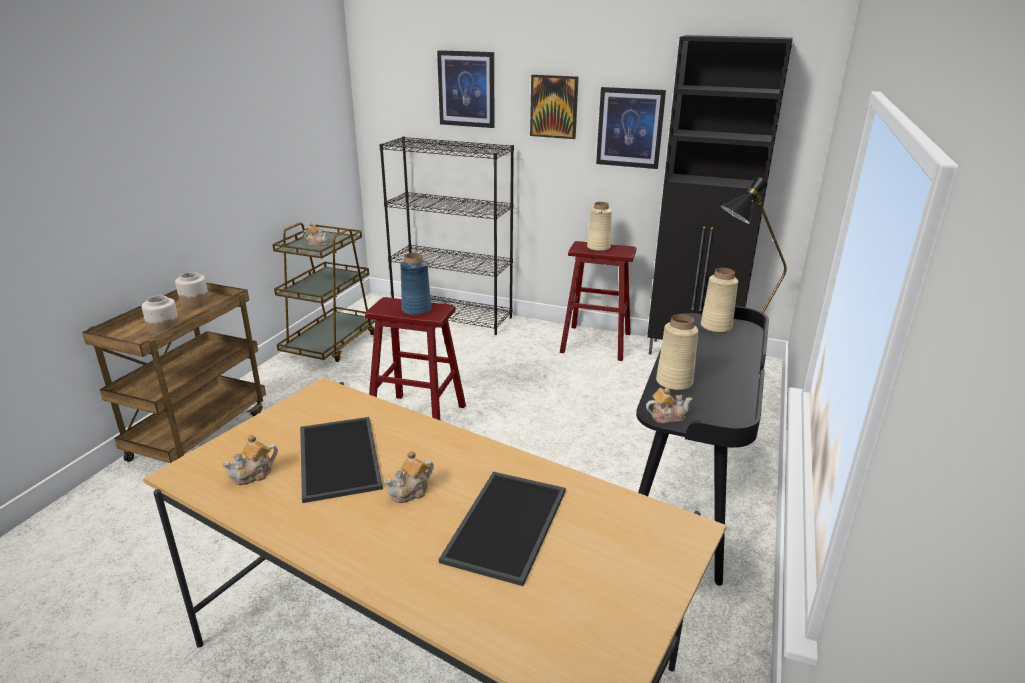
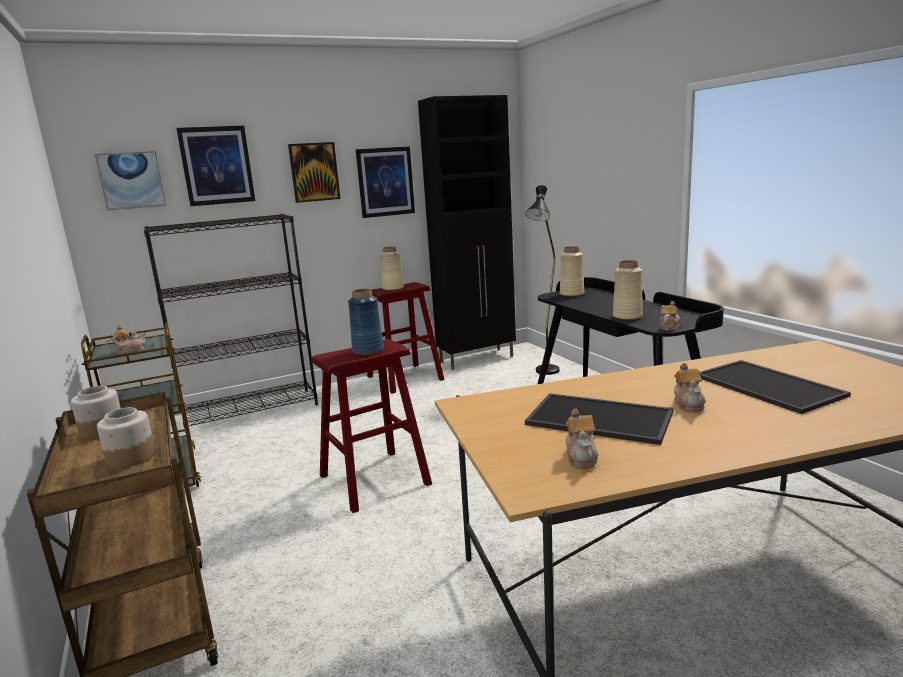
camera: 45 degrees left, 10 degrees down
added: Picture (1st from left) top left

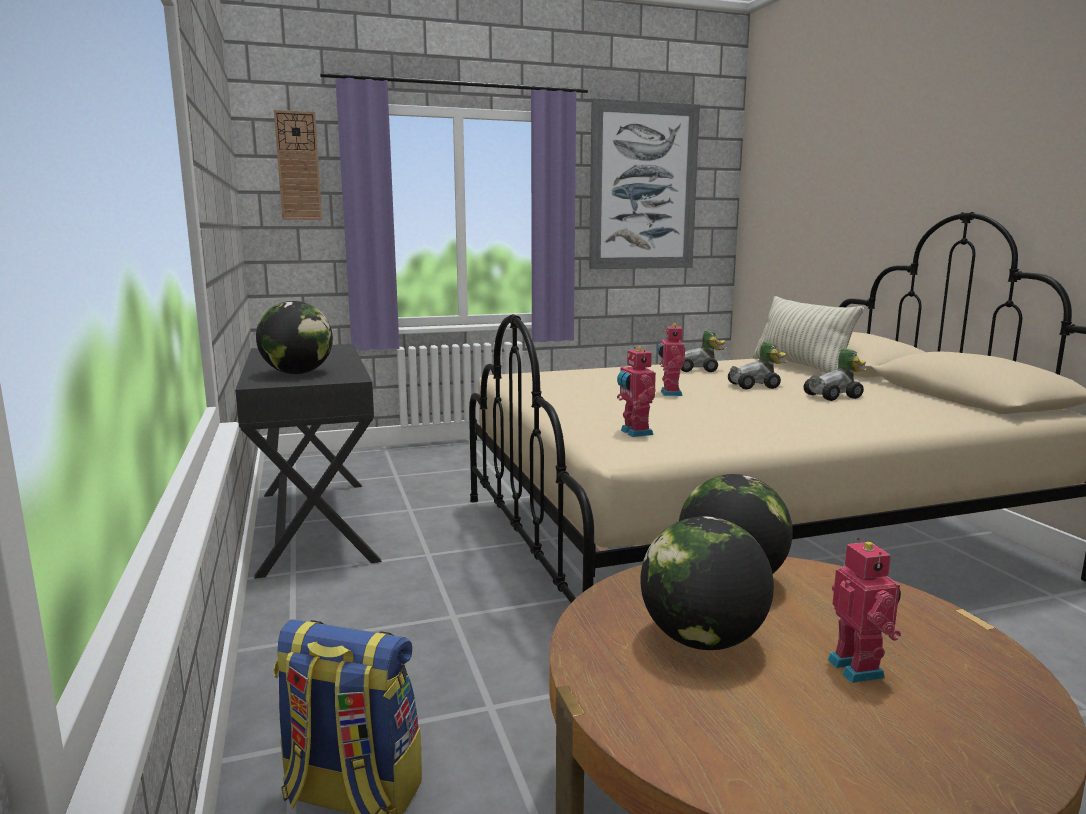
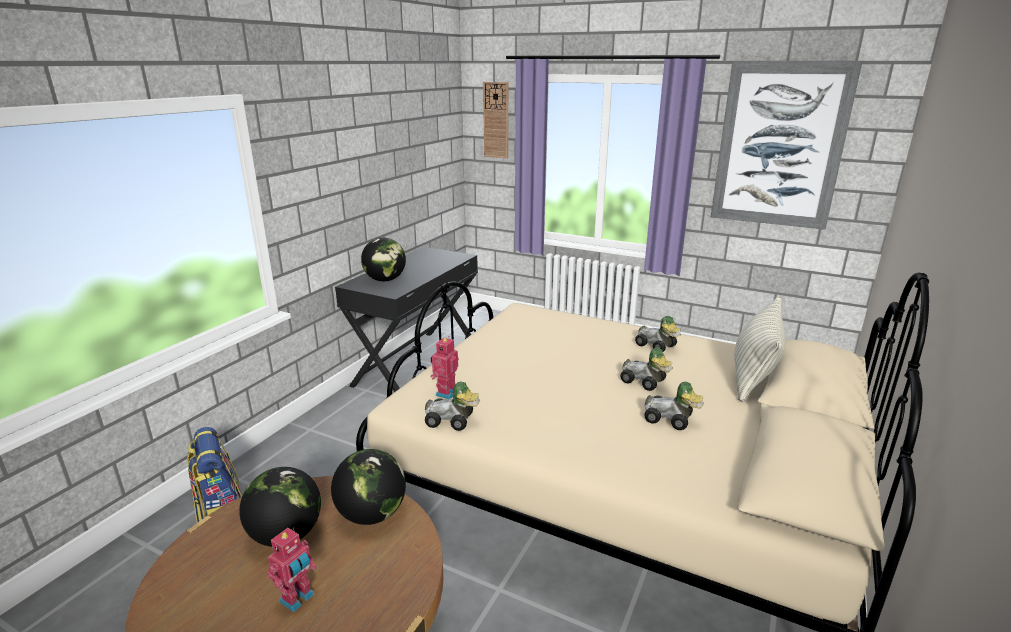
camera: 45 degrees right, 10 degrees up
removed: ToyRobot (2nd from left) centre
added: ToyCar (1st from left) centre

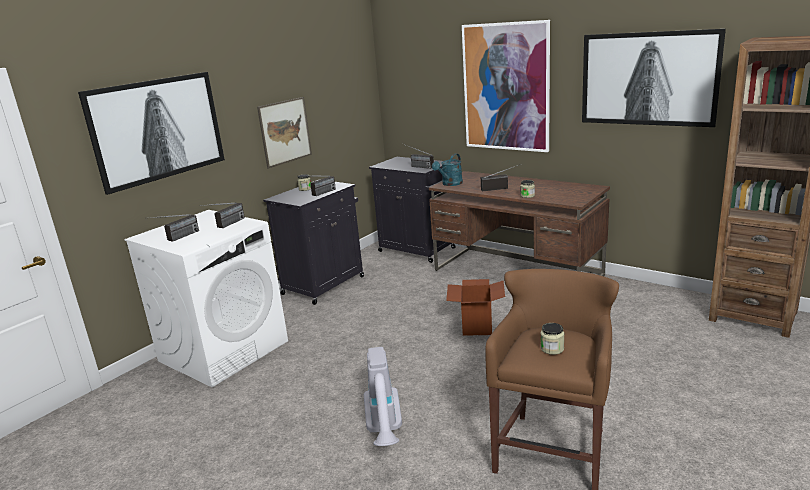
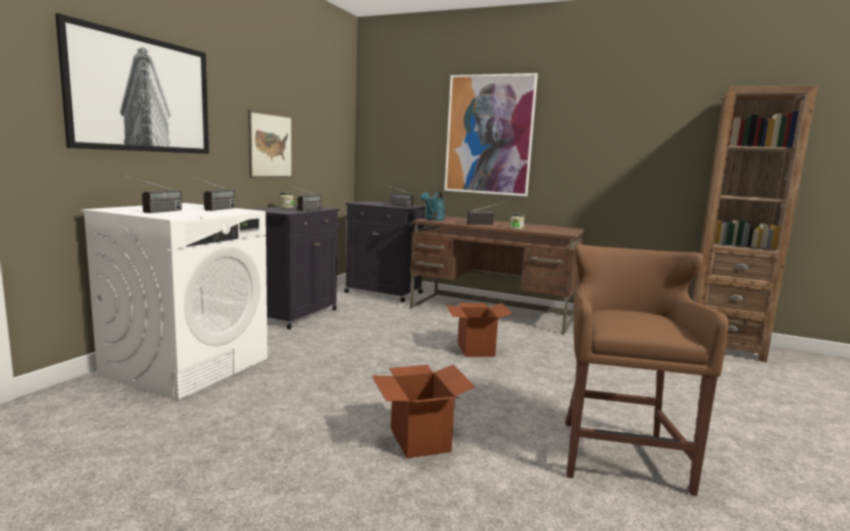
camera: 15 degrees left, 10 degrees down
removed: Jar (3rd from left) bottom right; Picture (4th from left) top right
replaced: VacuumCleaner bottom centre to CardboardBox (1st from left) bottom centre

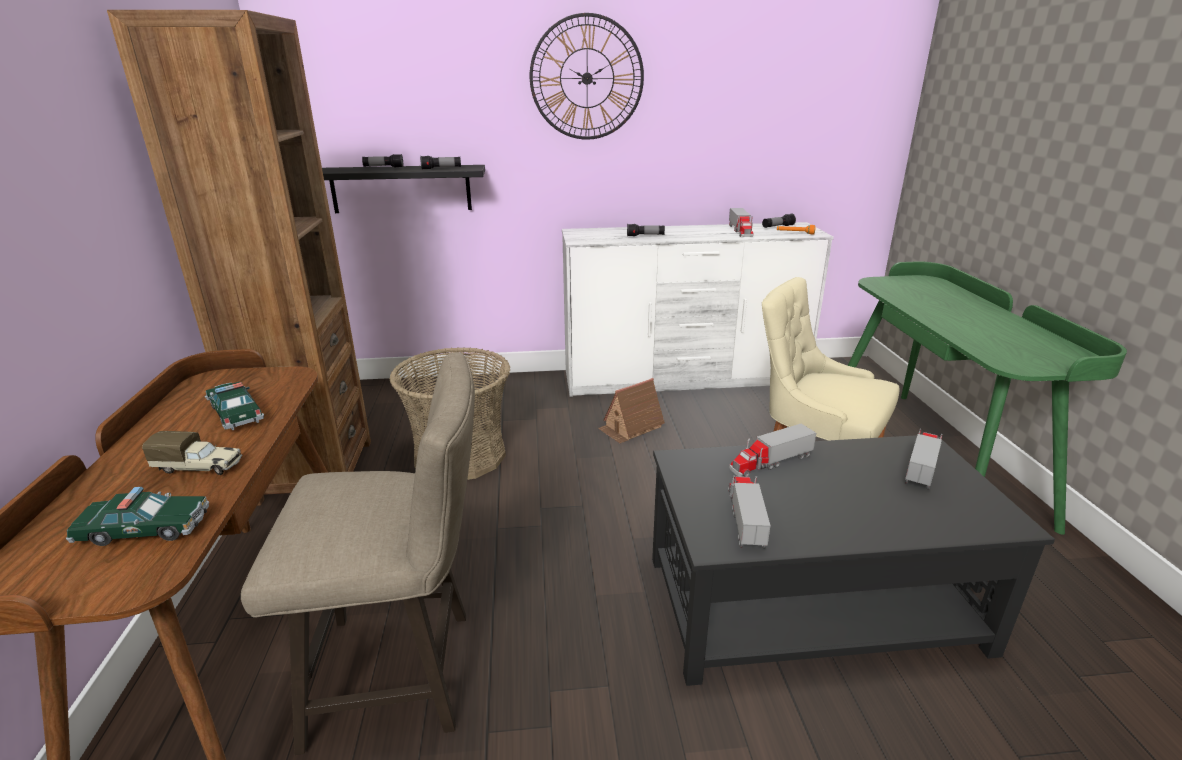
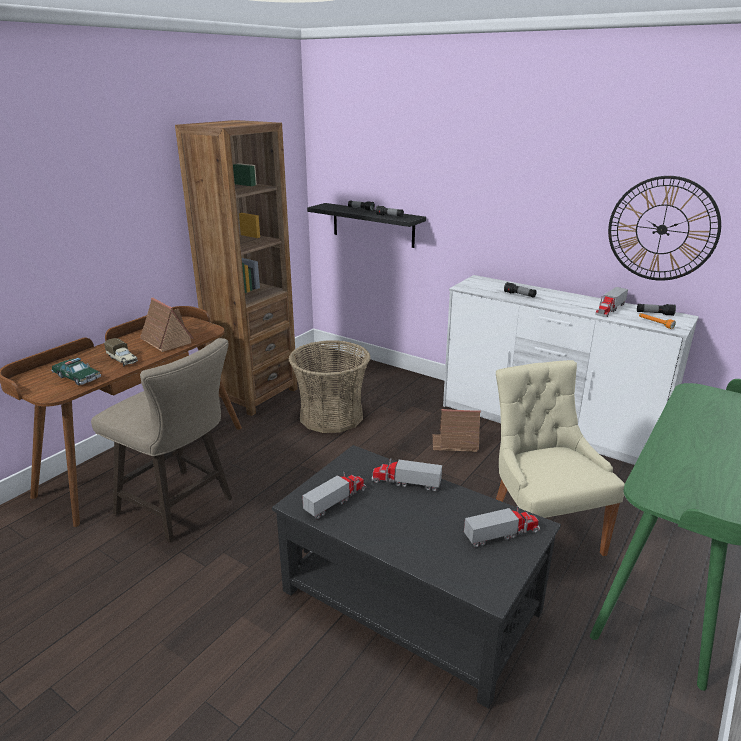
camera: 40 degrees right, 0 degrees up
moved: WallClock top centre to top right
replaced: ToyCar (2nd from left) middle left to ToyHouse (1st from left) middle left

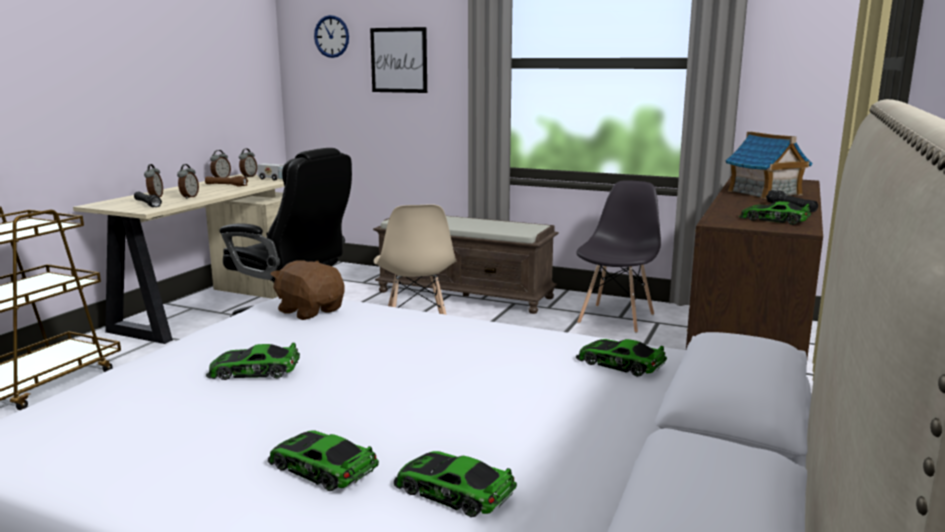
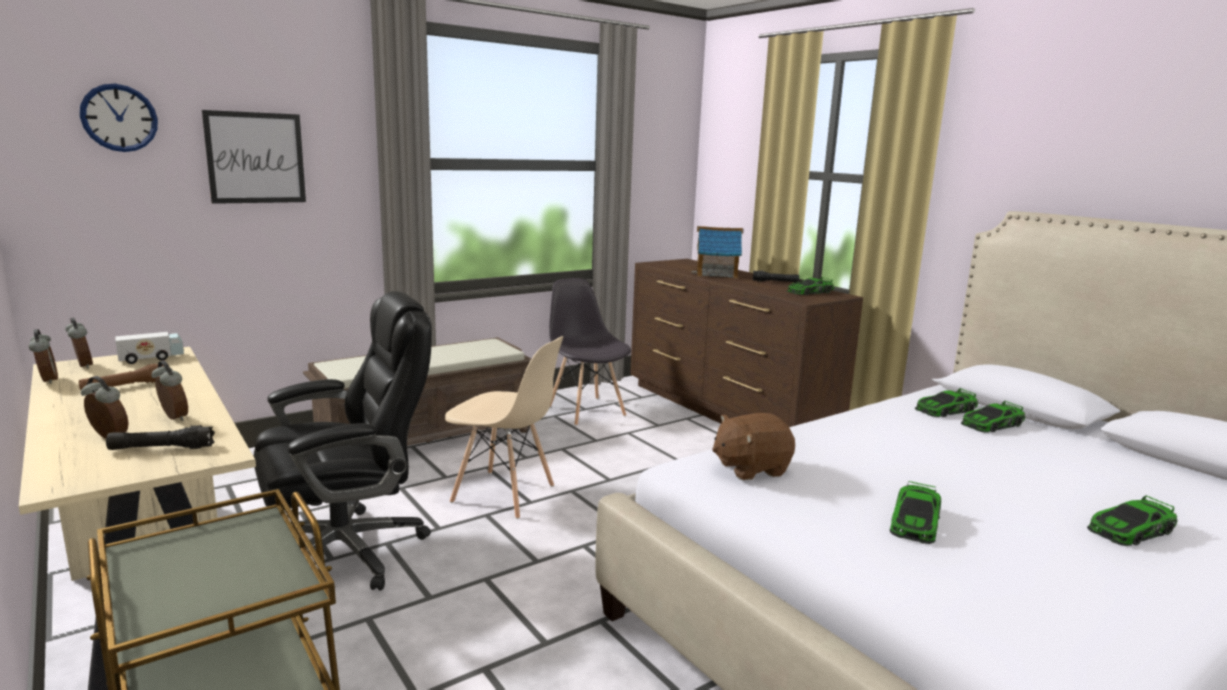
camera: 60 degrees left, 0 degrees up
moved: ToyCar (3rd from left in the first image) bottom centre to ToyCar (4th from left) middle right

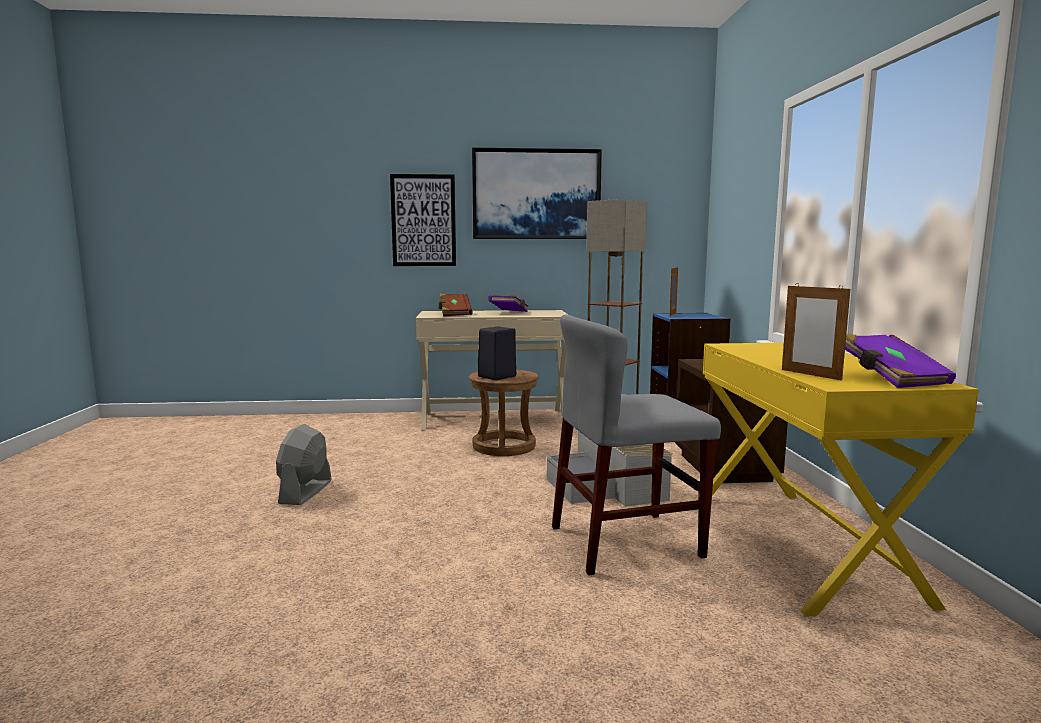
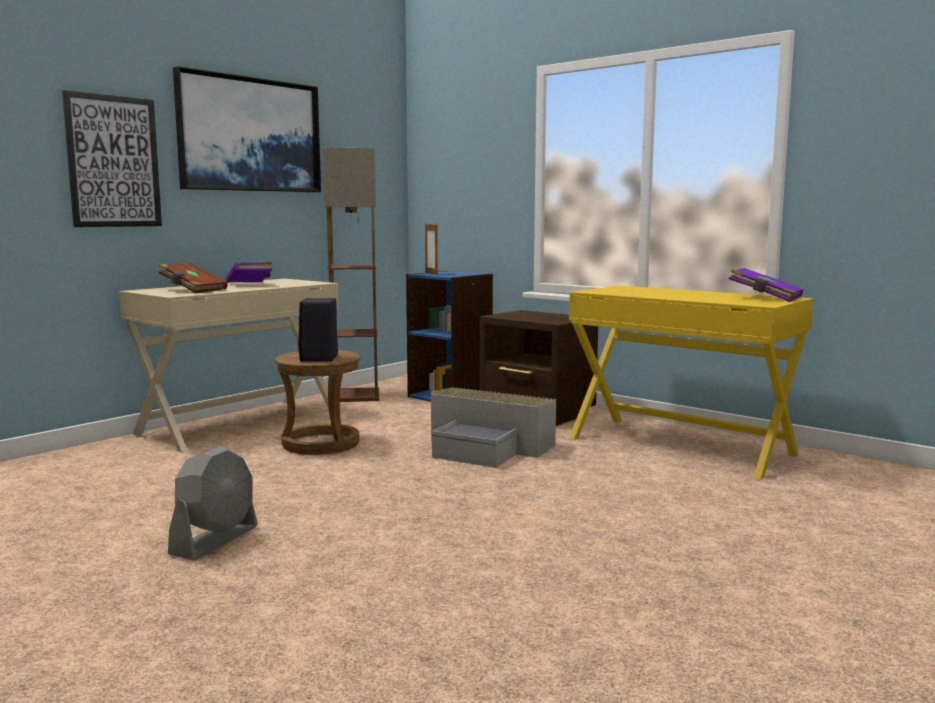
camera: 45 degrees left, 0 degrees up
removed: GreyChair centre; PictureFrame (2nd from left) middle right
turned: GreyFan middle left = bottom left 120 degrees counterclockwise

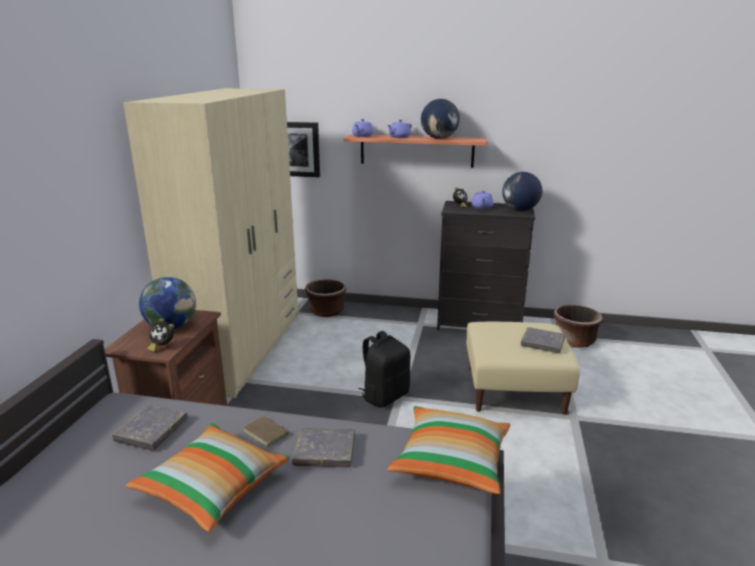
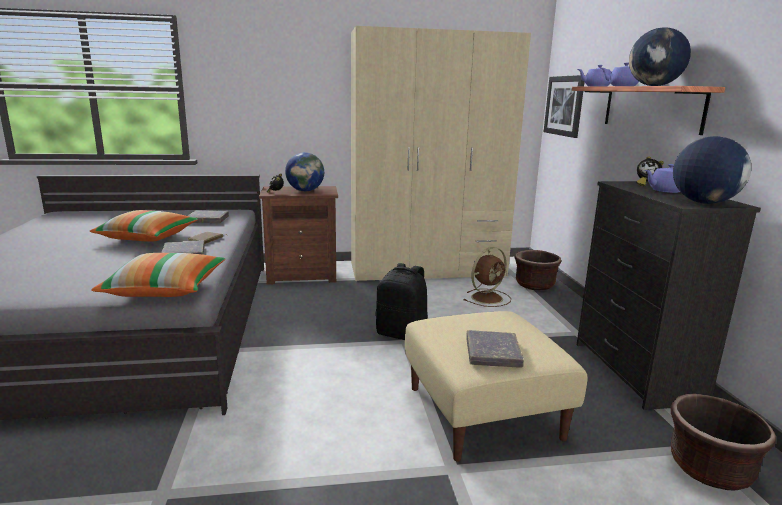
camera: 70 degrees right, 5 degrees down
added: BrownFan centre

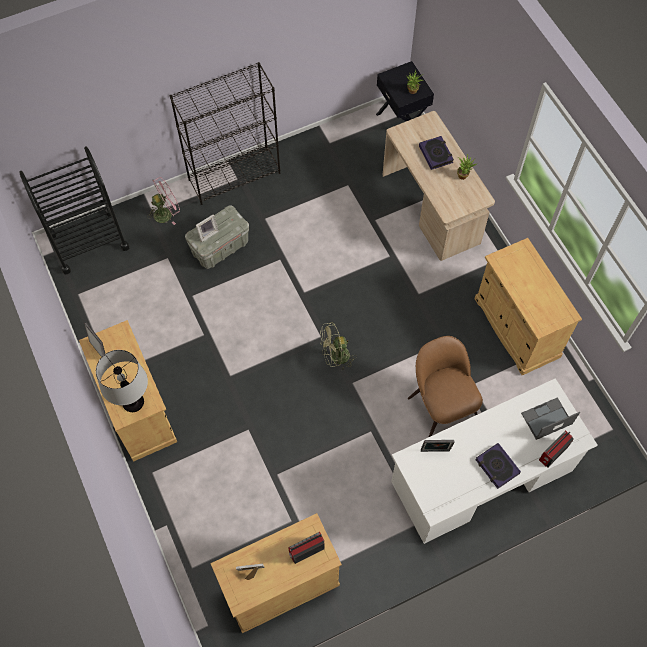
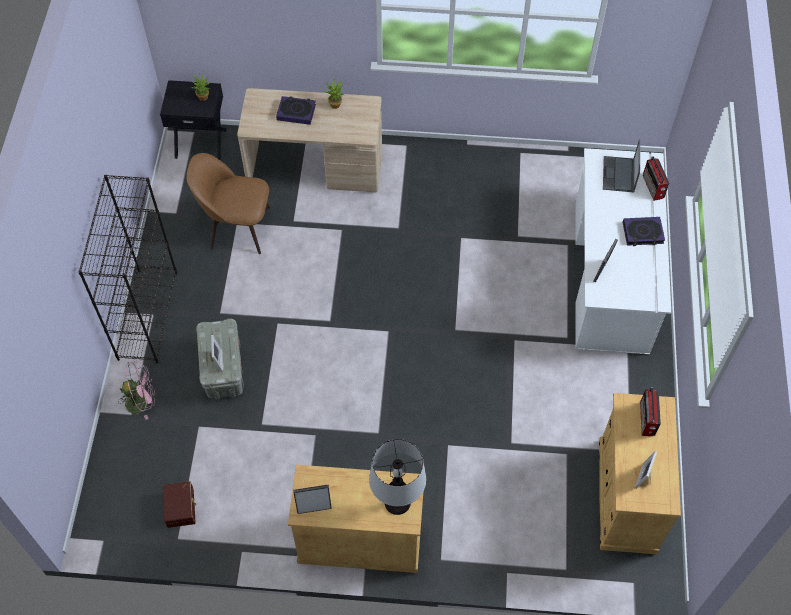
camera: 60 degrees left, 5 degrees down
removed: BlackCart top left; GreenFan centre; BeigeCabinet (3rd from left) middle right
added: BrownStorageBox bottom left
moved: BrownChair middle right to top left
turned: PinkFan top left = middle left 75 degrees clockwise

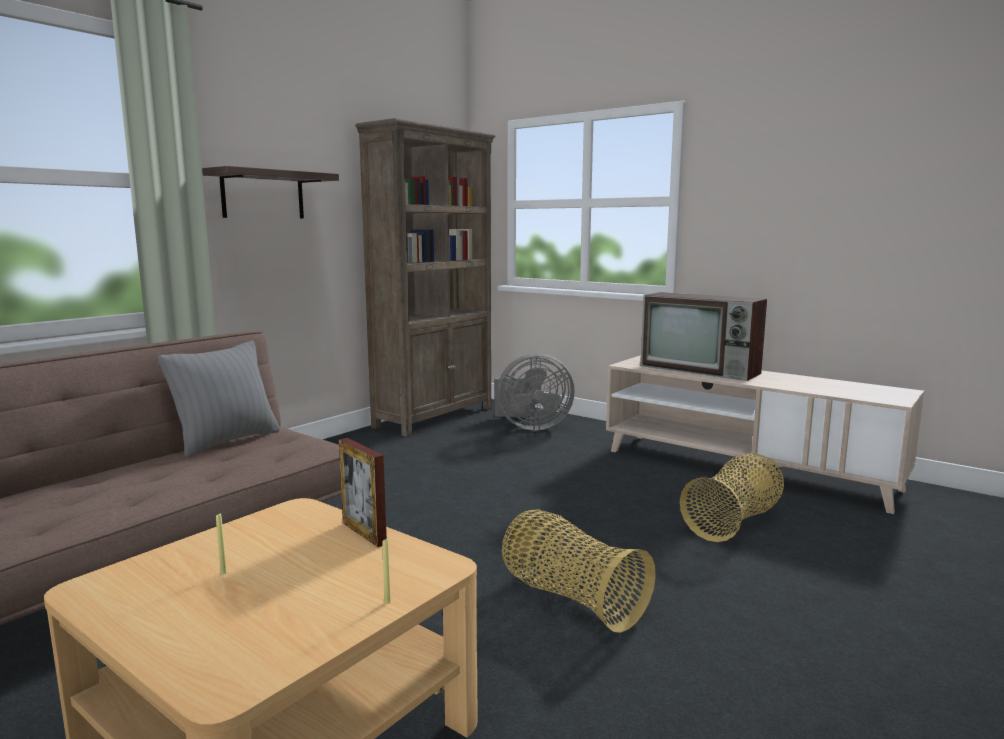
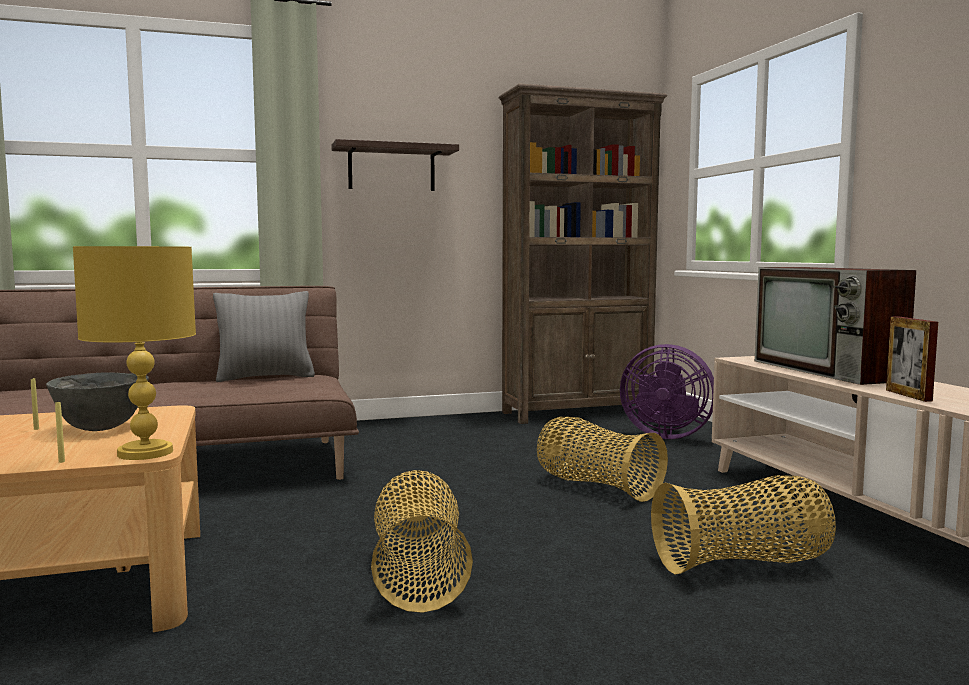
camera: 35 degrees right, 5 degrees down
added: GreyBowl middle left; YellowTableLamp middle left; Basket (2nd from left) bottom centre
moved: PictureFrame centre to middle right
recoloured: GreyFan centre to PurpleFan middle right

